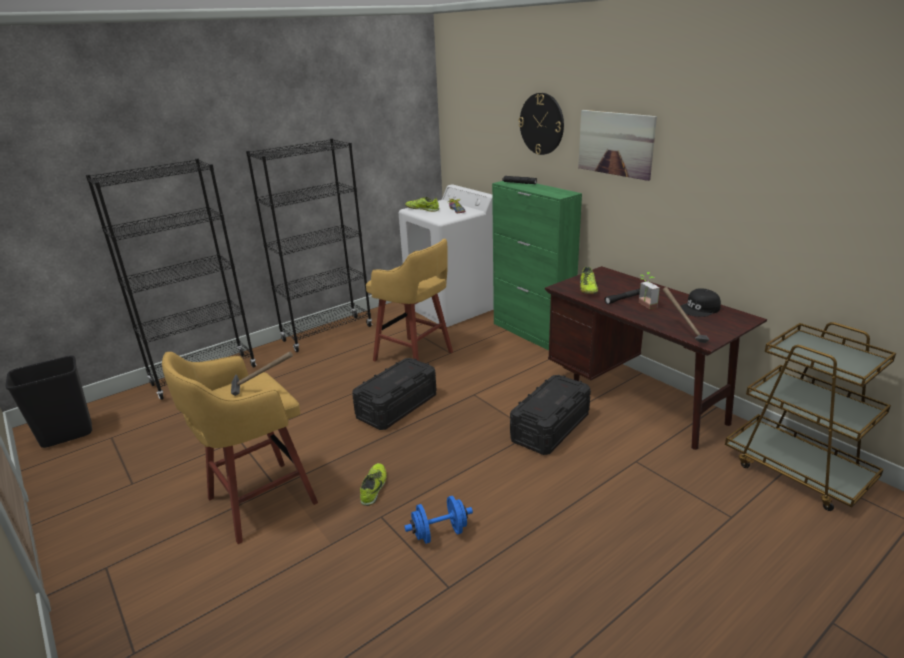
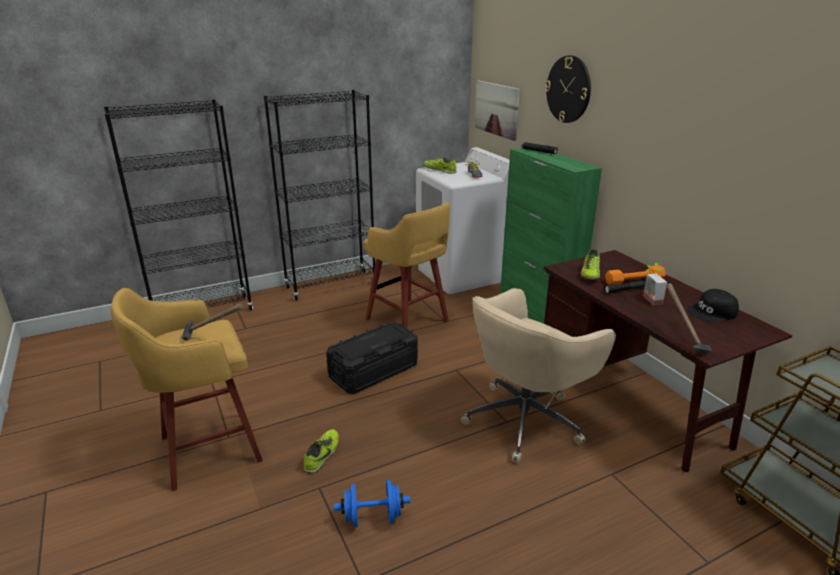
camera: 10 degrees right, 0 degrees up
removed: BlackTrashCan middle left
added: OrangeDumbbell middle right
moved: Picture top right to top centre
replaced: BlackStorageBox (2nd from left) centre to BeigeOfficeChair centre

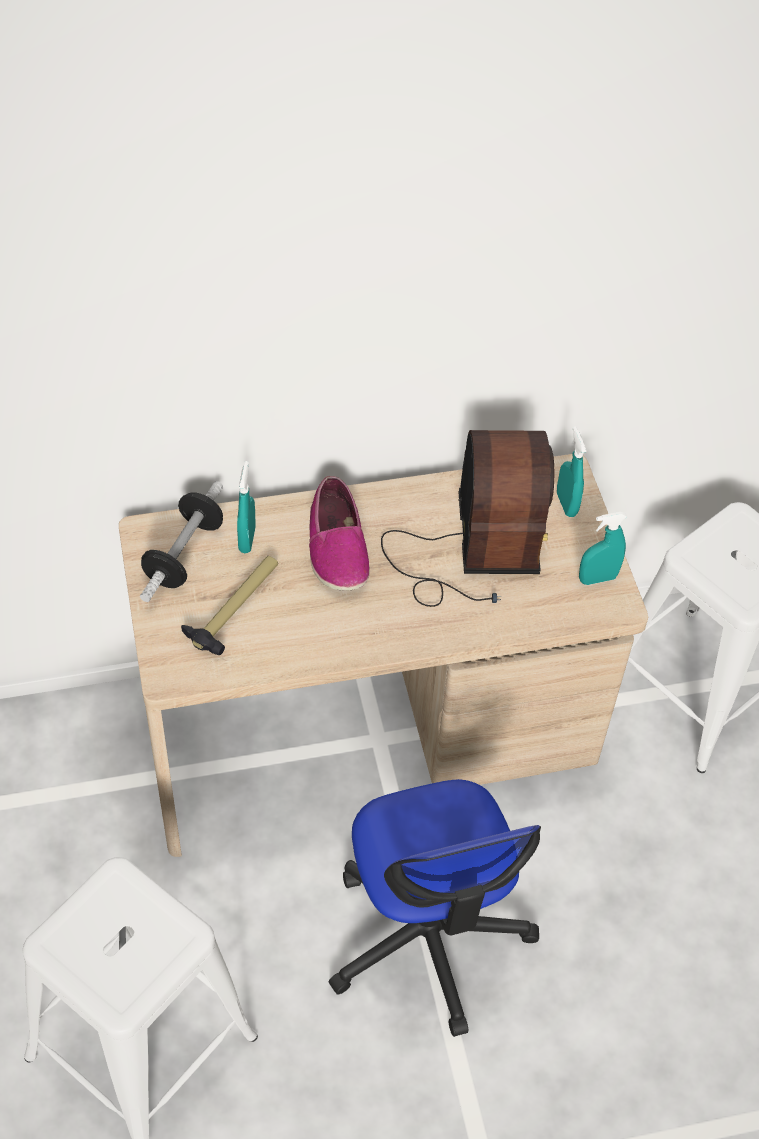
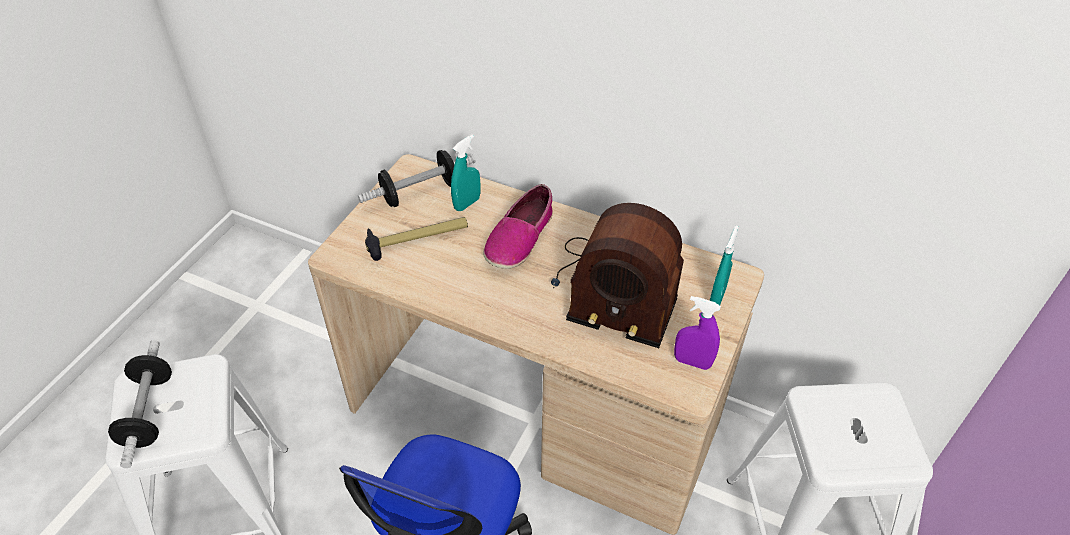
camera: 40 degrees right, 5 degrees down
added: Dumbbell (1st from left) bottom left
recoloured: TurquoiseSprayBottle (3rd from left) middle right to PurpleSprayBottle centre
turned: Radio centre = centre 75 degrees clockwise

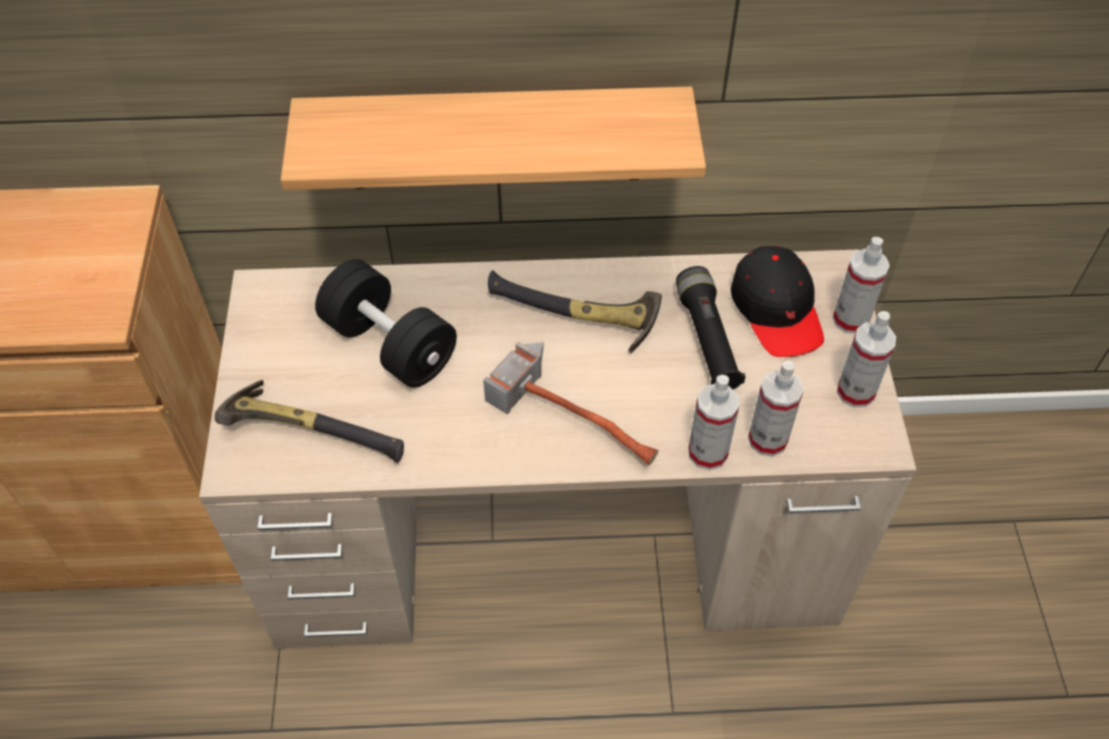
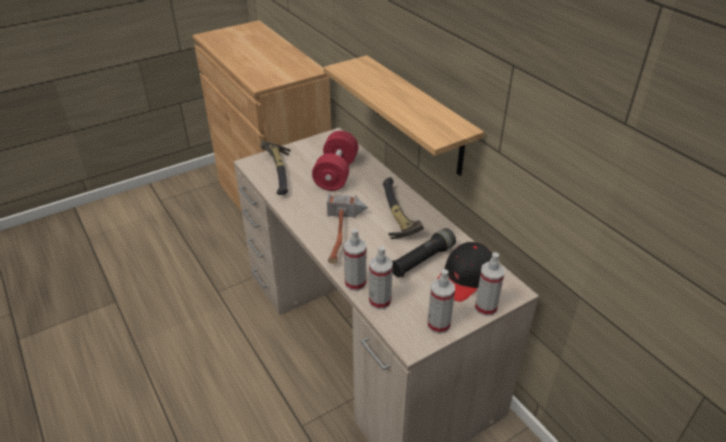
camera: 60 degrees right, 15 degrees down
recoloured: BlackDumbbell centre to RedDumbbell centre

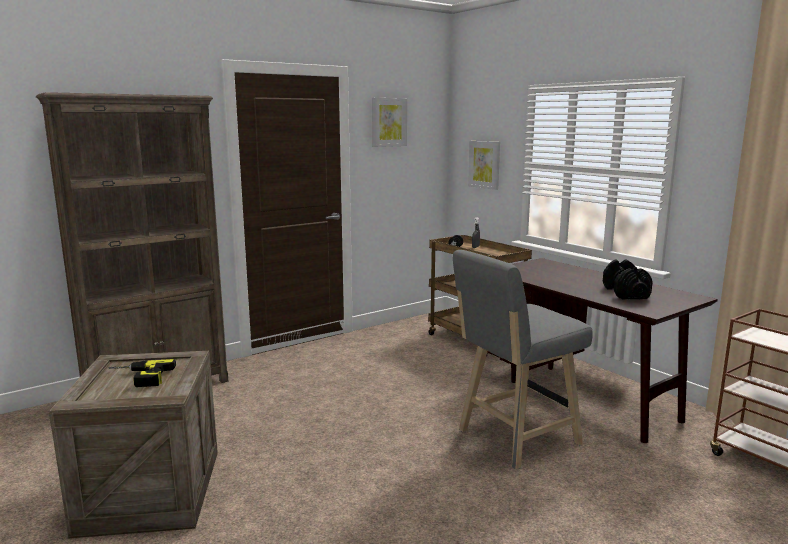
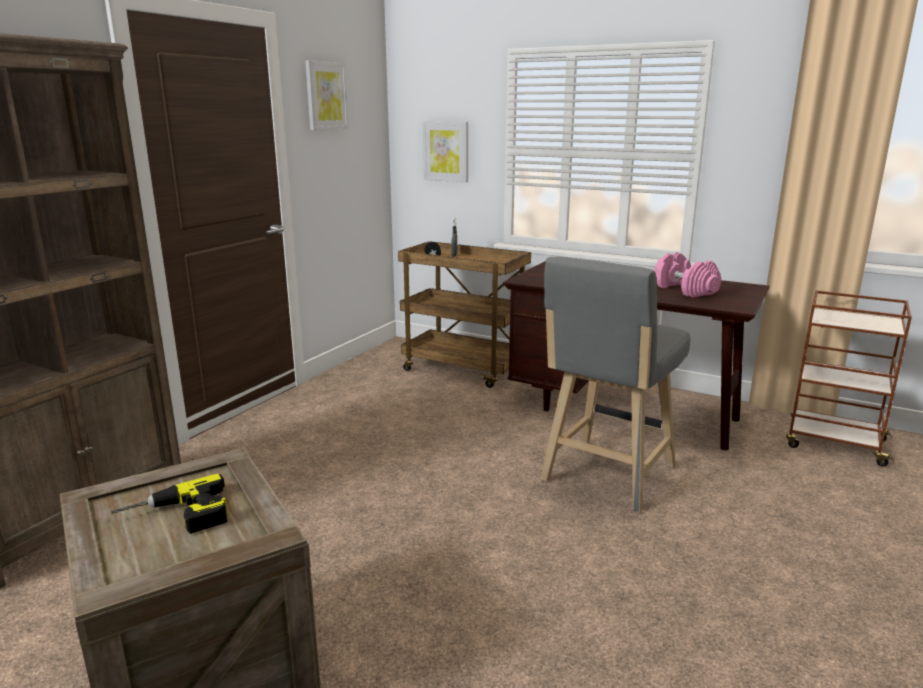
camera: 25 degrees left, 5 degrees up
recoloured: BlackDumbbell (2nd from left) middle right to PinkDumbbell middle right

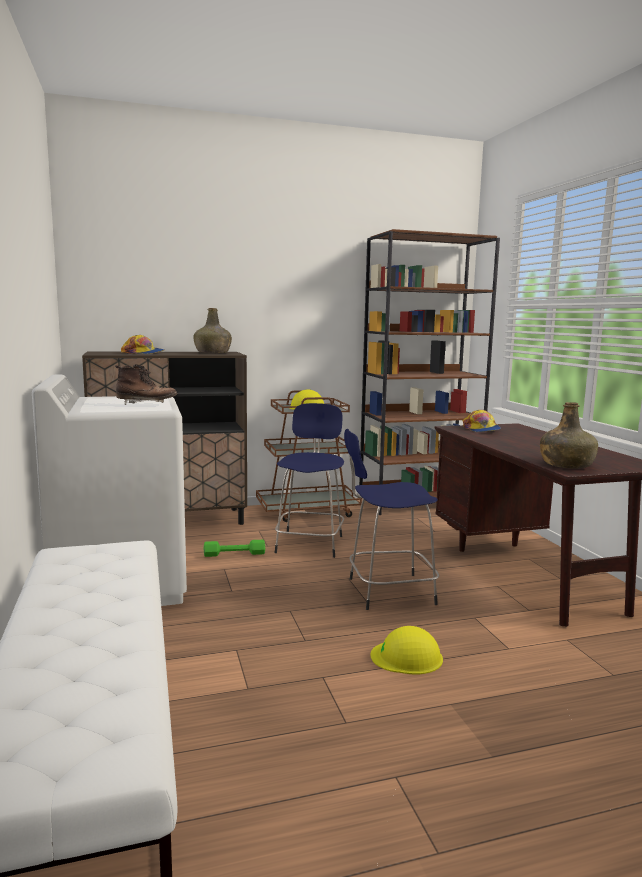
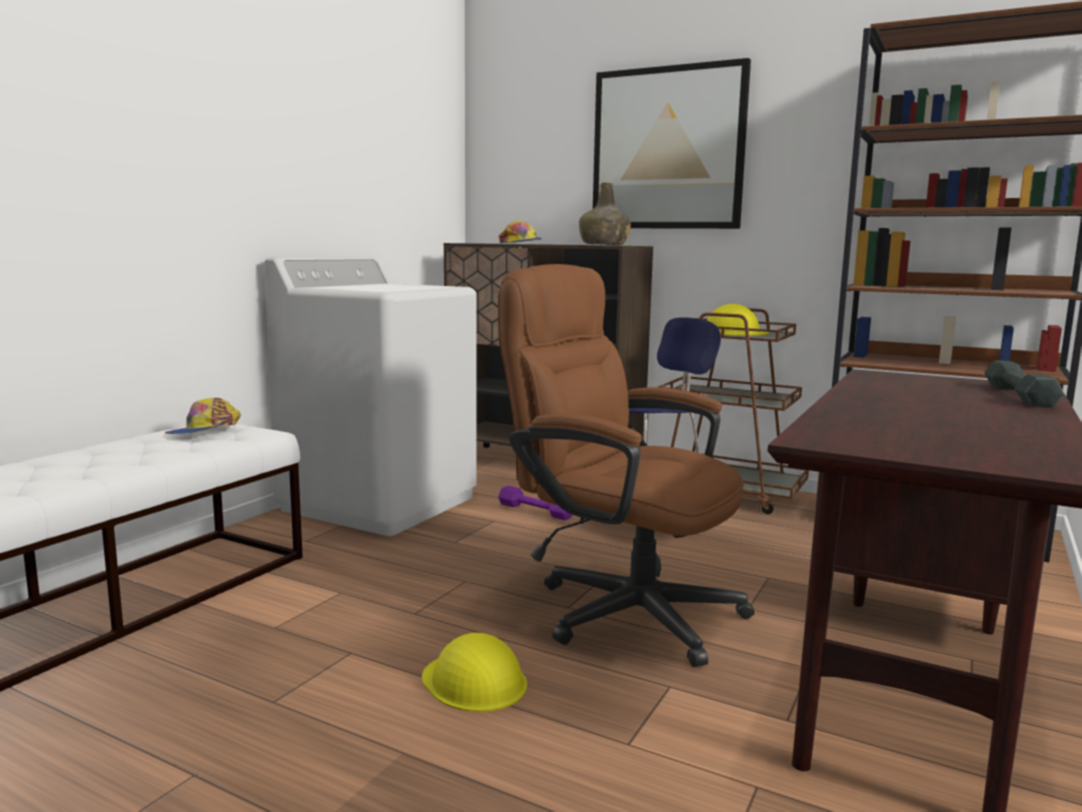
camera: 45 degrees right, 0 degrees up
removed: BrownBoot middle left; GreenBottle (2nd from left) middle right
added: Picture top centre; GreyDumbbell middle right
moved: Cap (2nd from left in the first image) middle right to Cap (1st from left) middle left
replaced: BlueStool (2nd from left) centre to BrownOfficeChair centre
recoloured: GreenDumbbell centre to PurpleDumbbell centre

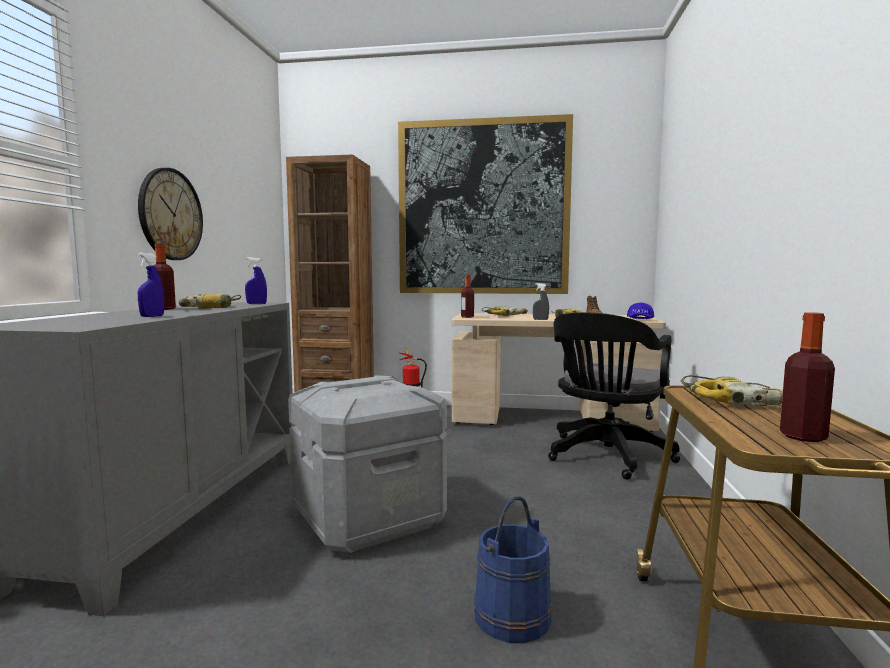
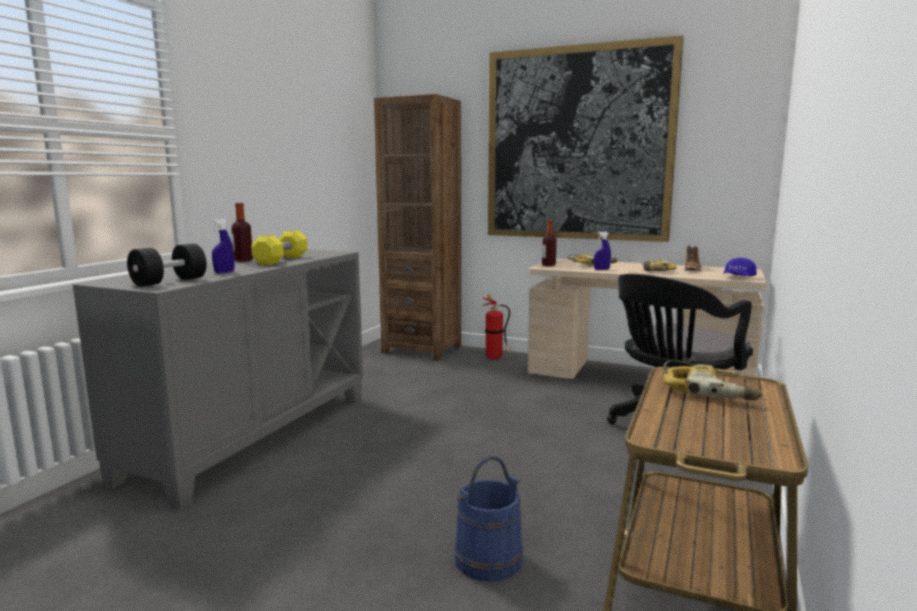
camera: 15 degrees right, 5 degrees up
removed: WallClock top left; GreyStorageBox bottom centre; GreySprayBottle centre; Bottle (3rd from left) middle right
added: BlackDumbbell middle left
moved: BlueSprayBottle (2nd from left) middle left to centre
replaced: PowerDrill (1st from left) middle left to YellowDumbbell middle left

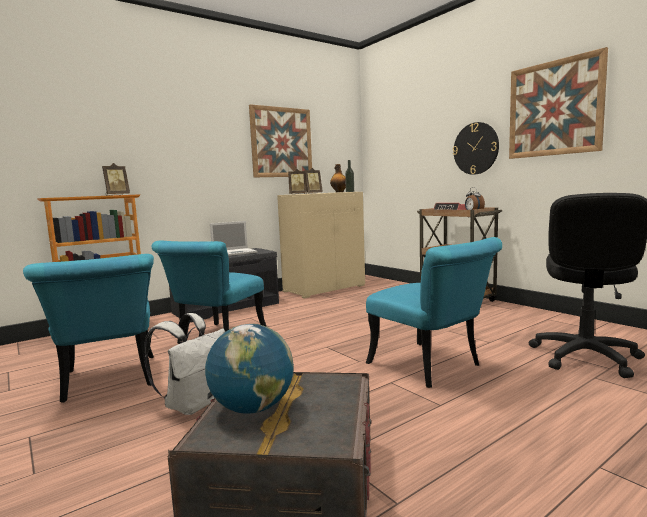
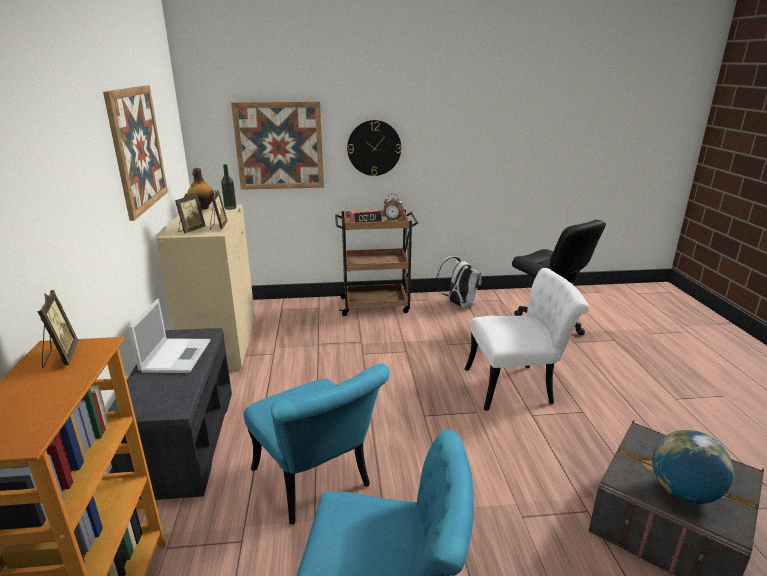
camera: 60 degrees left, 15 degrees up
moved: Picture (2nd from left) top right to top centre; WhiteBackpack bottom left to centre
recoloured: TurquoiseChair (3rd from left) middle right to WhiteChair middle right

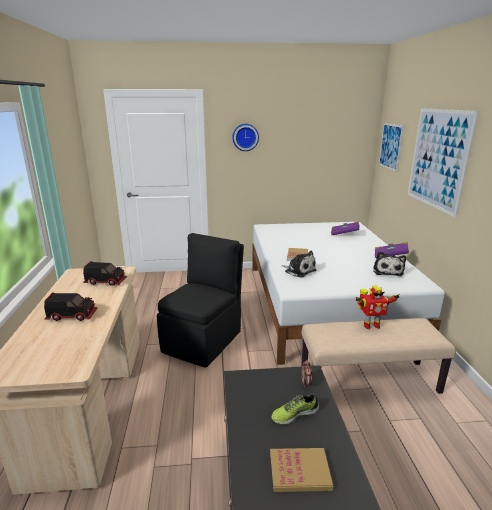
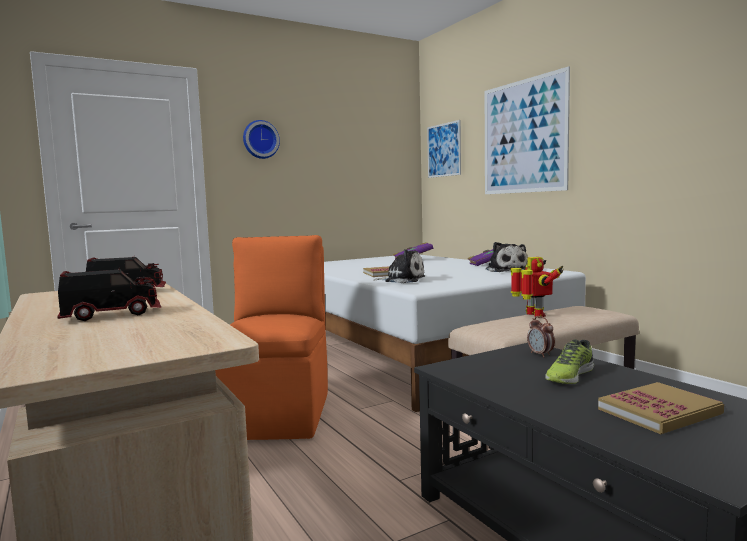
camera: 25 degrees left, 15 degrees down
recoloured: BlackChair centre to OrangeChair centre
turned: ToyRobot middle right = middle right 75 degrees counterclockwise

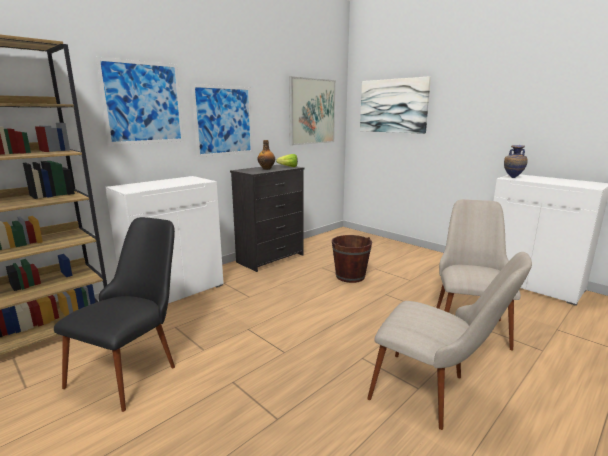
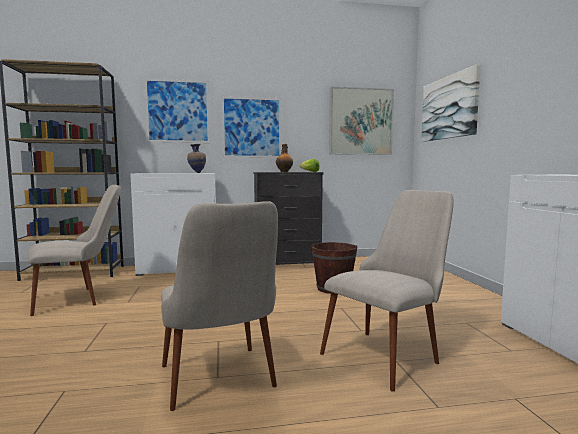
camera: 35 degrees right, 10 degrees down
moved: Vase middle right to centre
recoloured: BlackChair bottom left to BeigeChair (1st from left) middle left

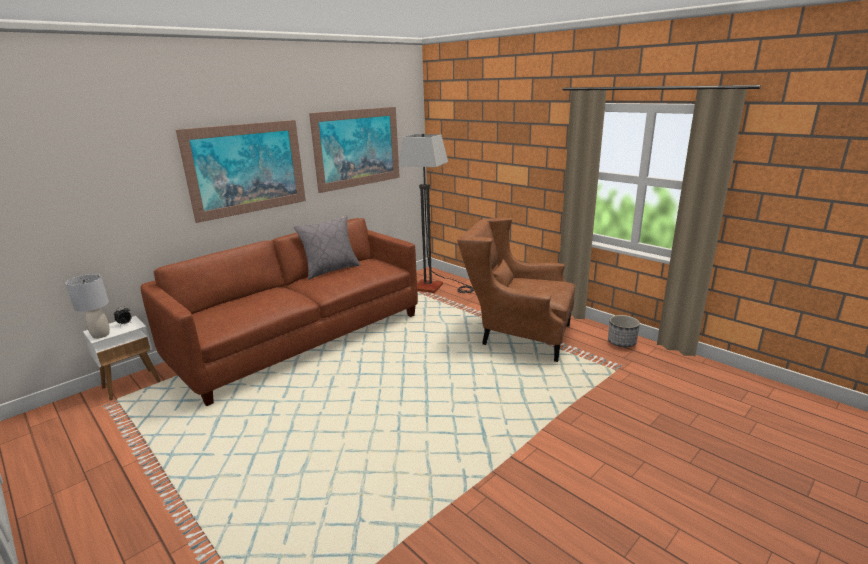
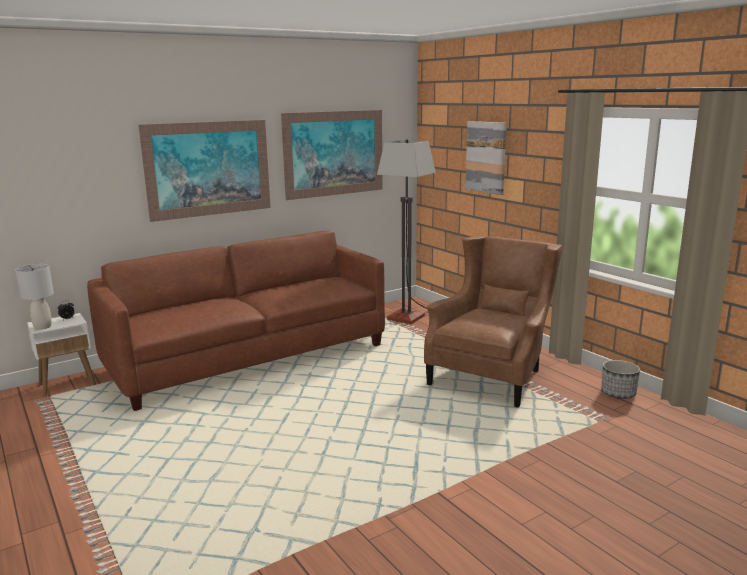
camera: 10 degrees right, 5 degrees down
removed: GreyPillow centre
added: Picture (3rd from left) top centre
turned: BrownArmchair centre = centre 90 degrees clockwise

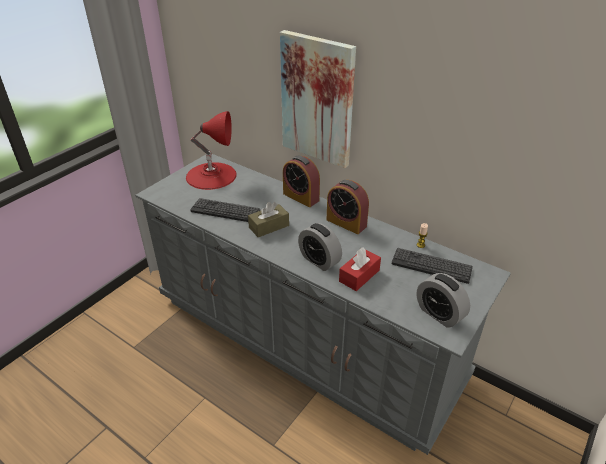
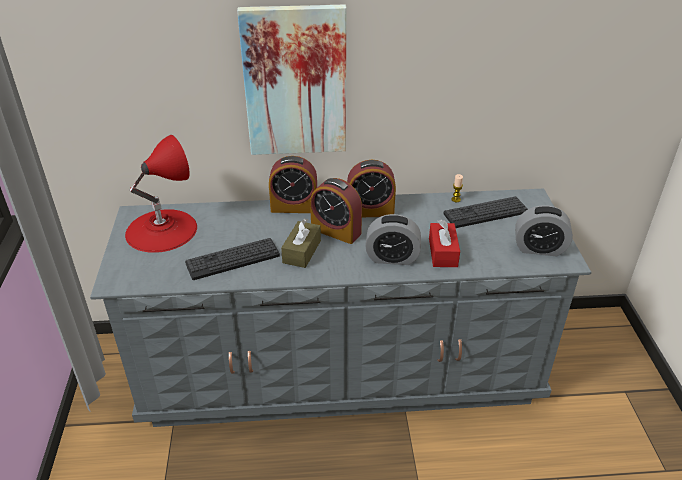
camera: 40 degrees left, 0 degrees up
added: AlarmClock (2nd from left) centre

